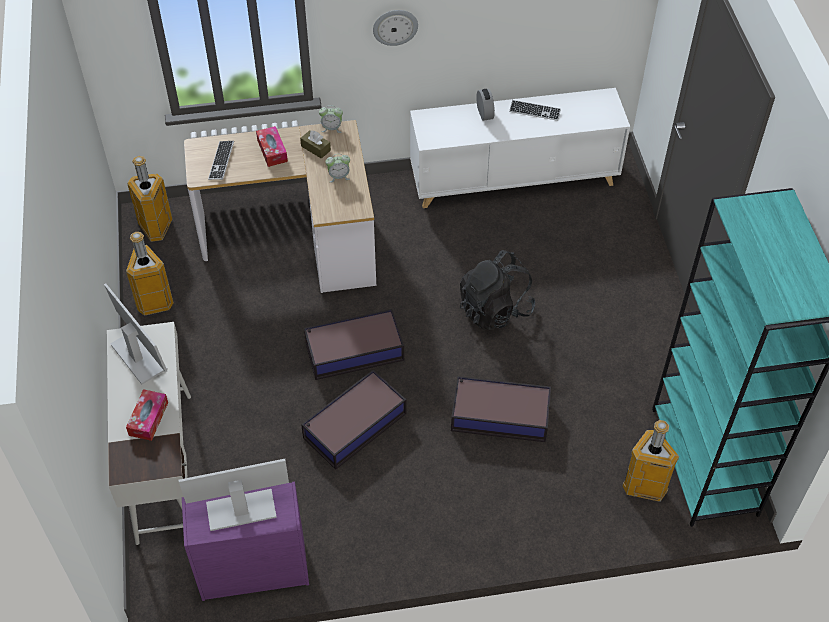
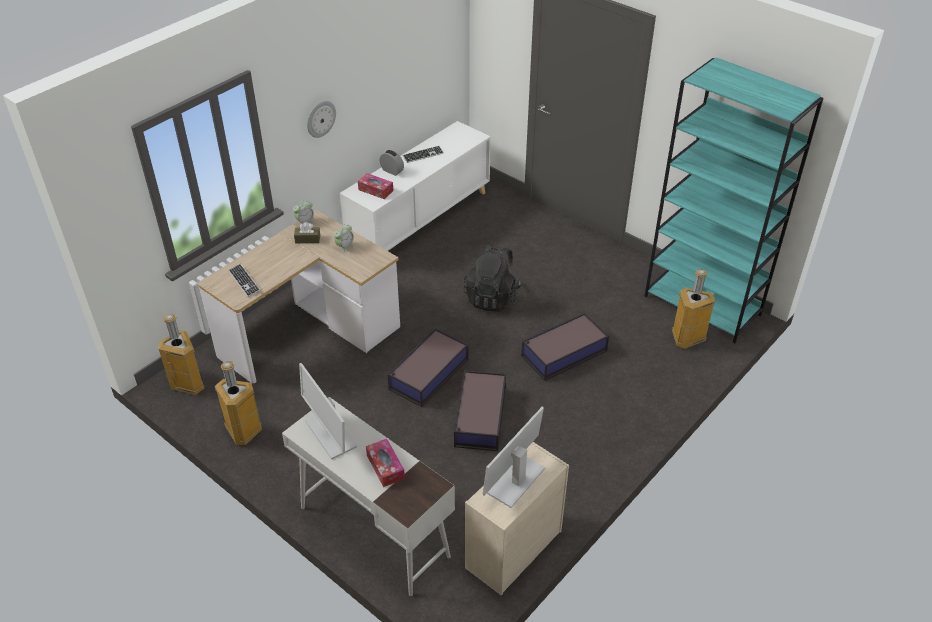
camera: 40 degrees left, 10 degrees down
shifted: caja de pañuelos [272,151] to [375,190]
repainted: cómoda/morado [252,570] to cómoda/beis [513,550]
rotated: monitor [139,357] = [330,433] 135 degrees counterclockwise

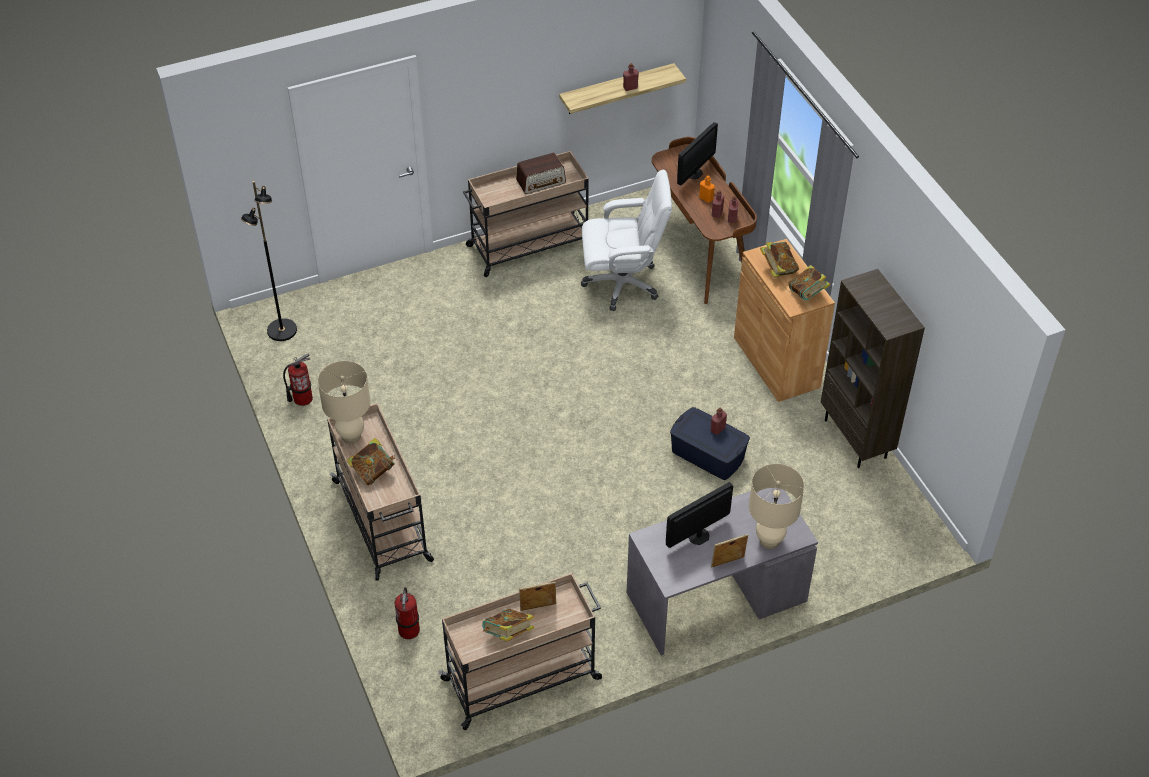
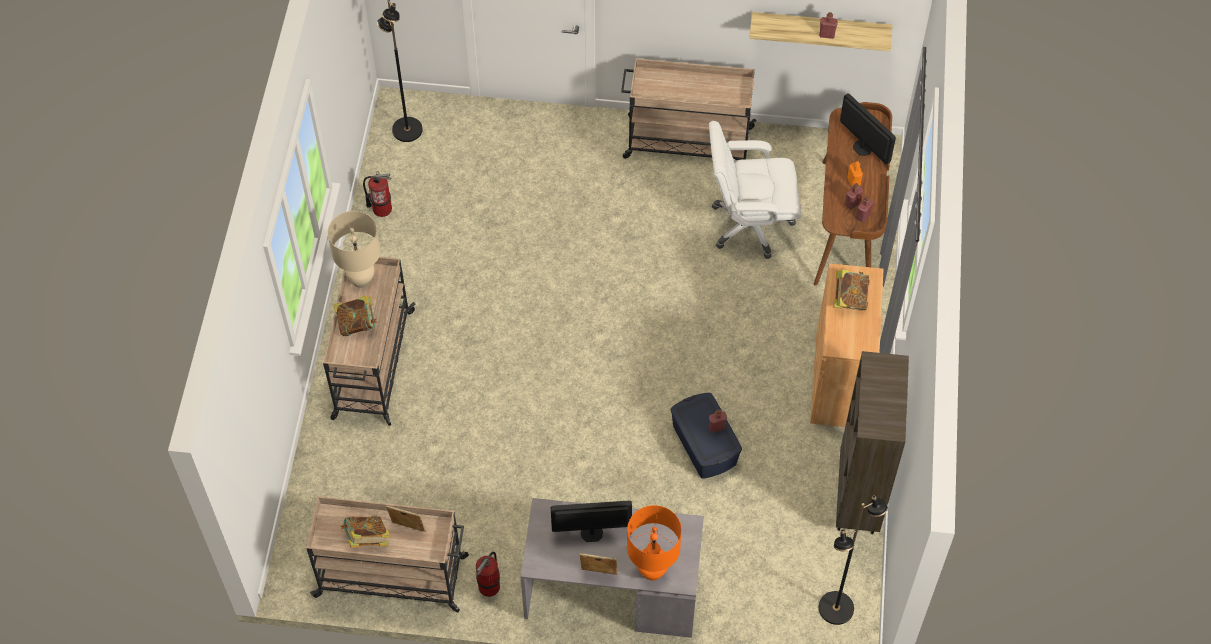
camera: 30 degrees right, 10 degrees up
gone: radio [541,181]; libro [807,294]
new: lámpara de pie/negro [836,609]
shifted: extintor [409,630] to [489,586]
repainted: lámpara de mesa/beis [769,540] to lámpara de mesa/naranja [652,570]
rotated: monitor [694,173] = [862,148] 105 degrees counterclockwise; silla de oficina/blanco [623,283] = [749,225] 150 degrees clockwise

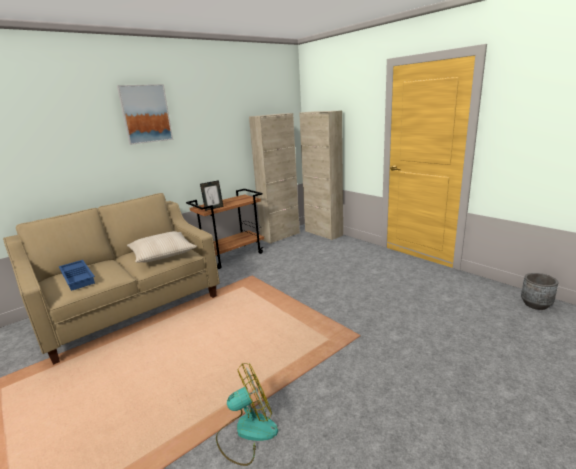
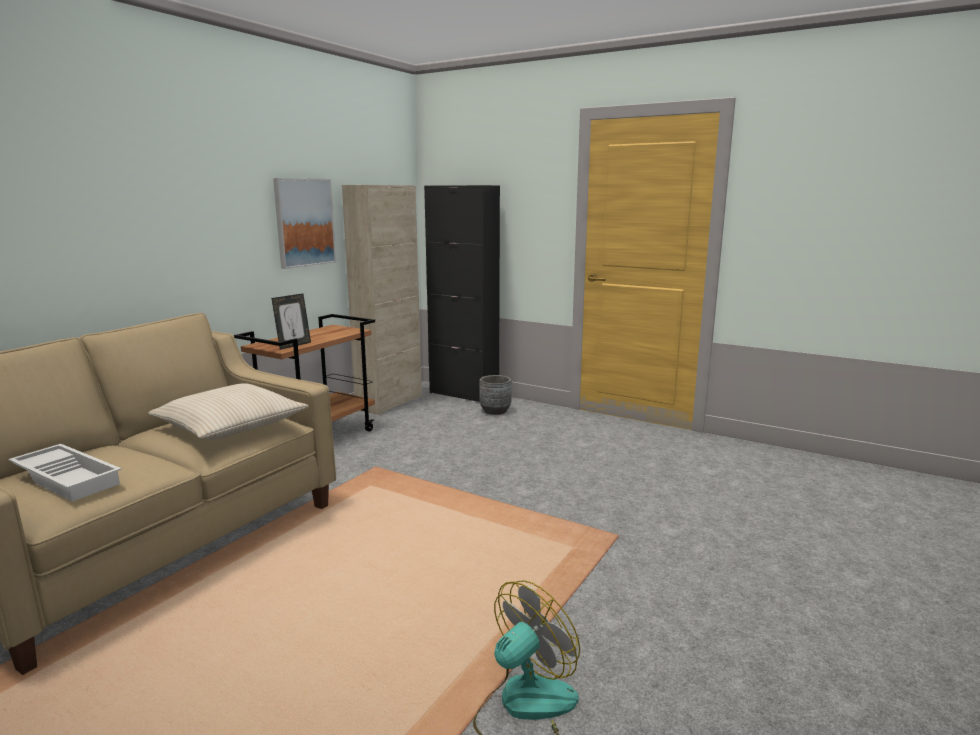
camera: 20 degrees left, 5 degrees down
shifted: cuadro [145,114] to [304,222]; maceta/gris [536,304] to [495,411]
repainted: armario/beis [323,233] to armario/negro [464,394]; bandeja/azul [79,277] to bandeja/blanco [69,478]

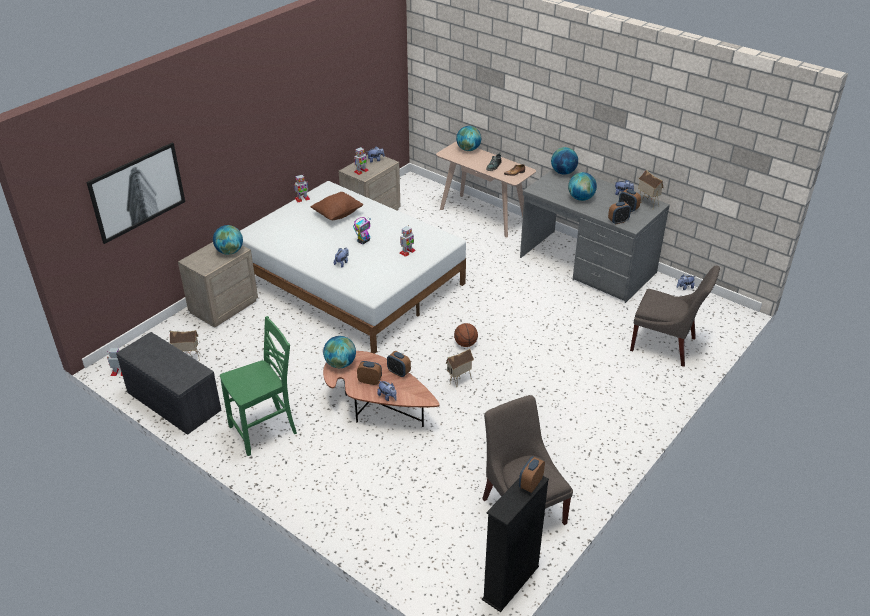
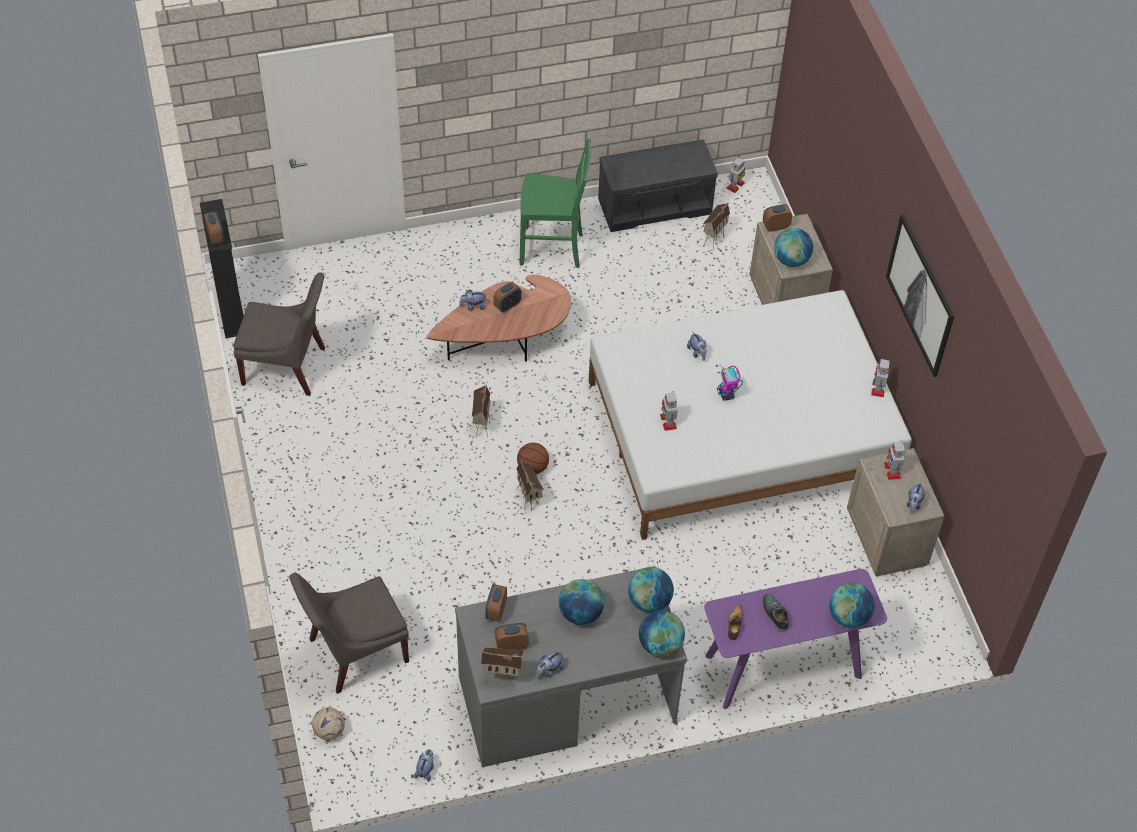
camera: 125 degrees right, 15 degrees up
gone: cojín/marrón [338,214]
new: casita [529,499]; balón de fútbol [329,731]
shifted: cuadro [137,192] to [920,295]; globo terráqueo [340,364] to [649,601]; despertador [399,372] to [775,226]
repainted: mesa consola/beis [483,215] to mesa consola/morado [783,667]
rotated: silla/verde [265,430] = [553,249] 90 degrees counterclockwise

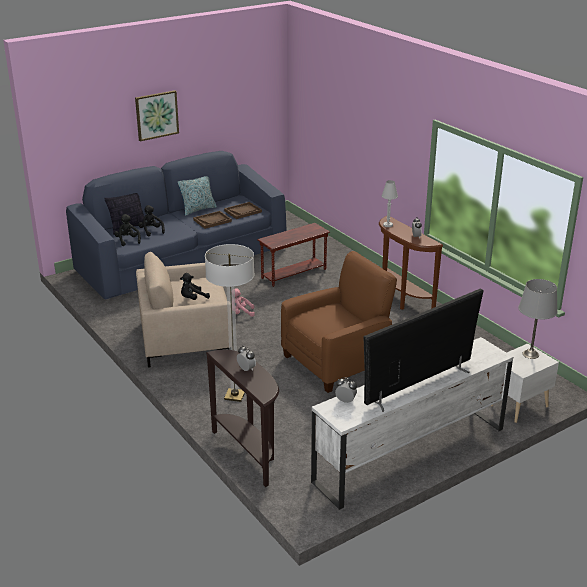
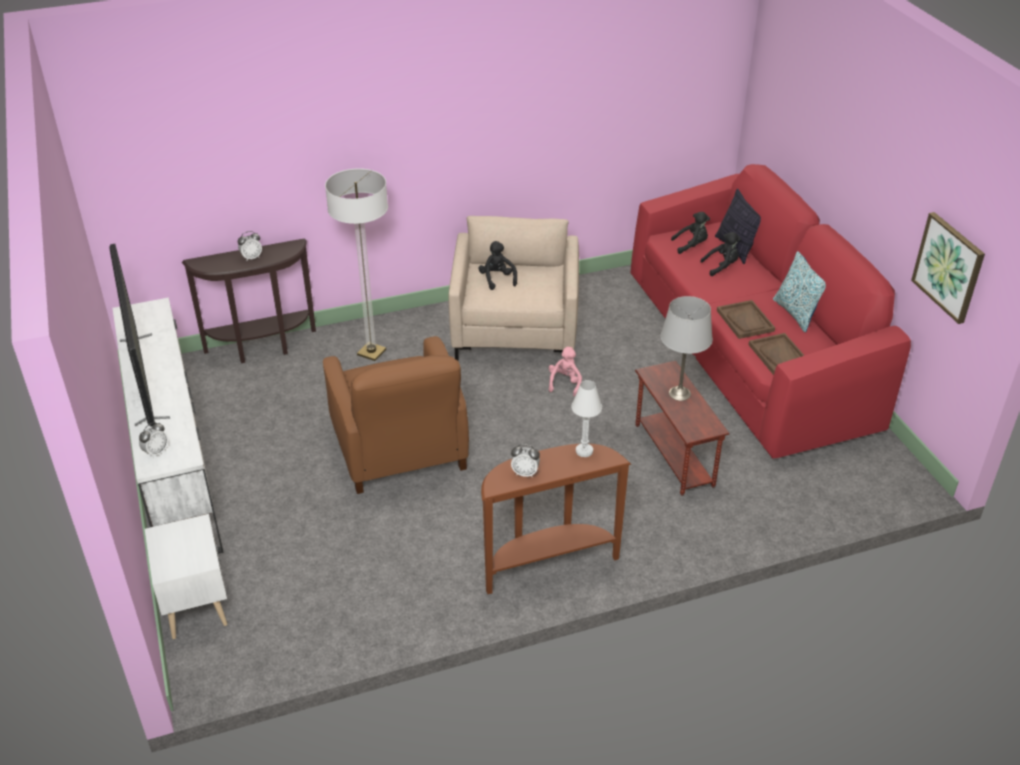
camera: 105 degrees right, 10 degrees up
shifted: cuadro [156,115] to [949,267]; lámpara de mesa/gris [531,354] to [679,394]; despertador [345,401] to [156,452]
repainted: sofá/azul [182,259] to sofá/rojo [748,349]

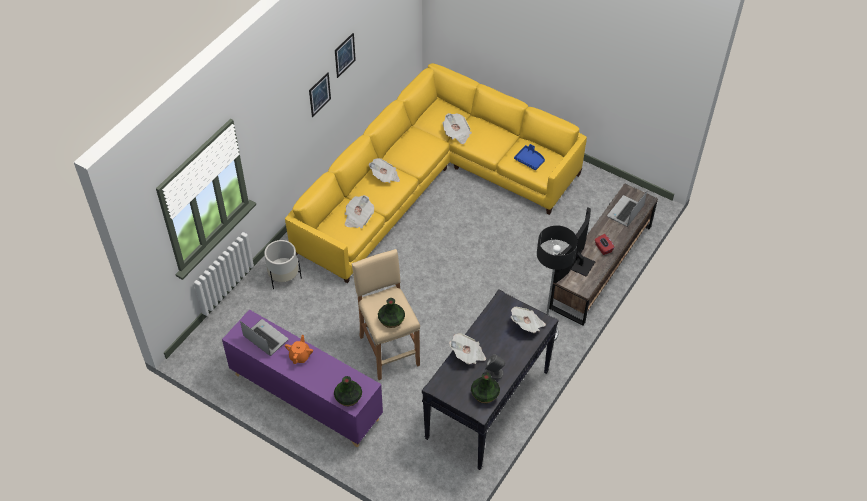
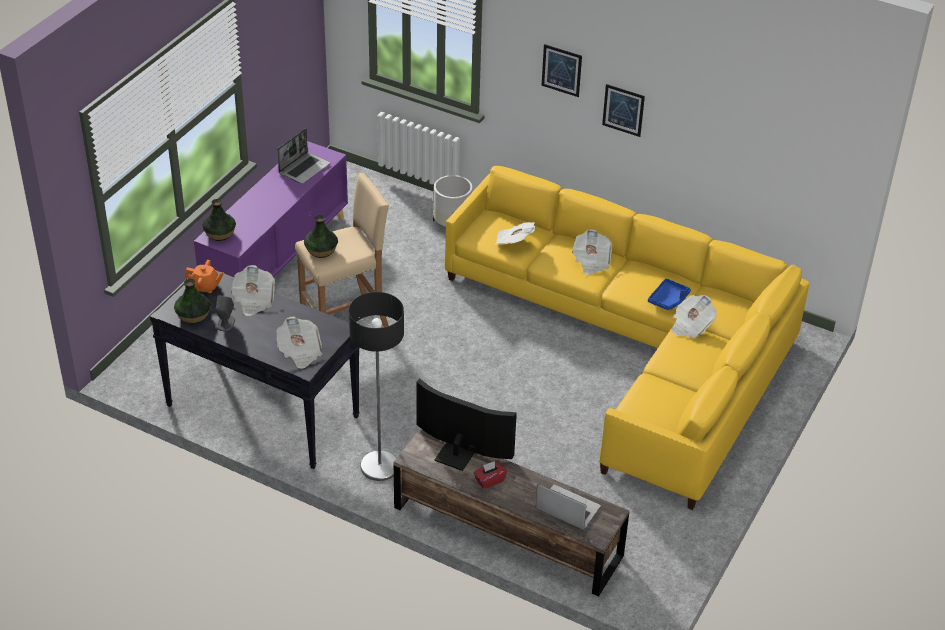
camera: 85 degrees right, 10 degrees down
shifted: cuadro [344,55] to [561,70]; bandeja/azul [529,160] to [668,299]; tetera/naranja [300,356] to [205,287]

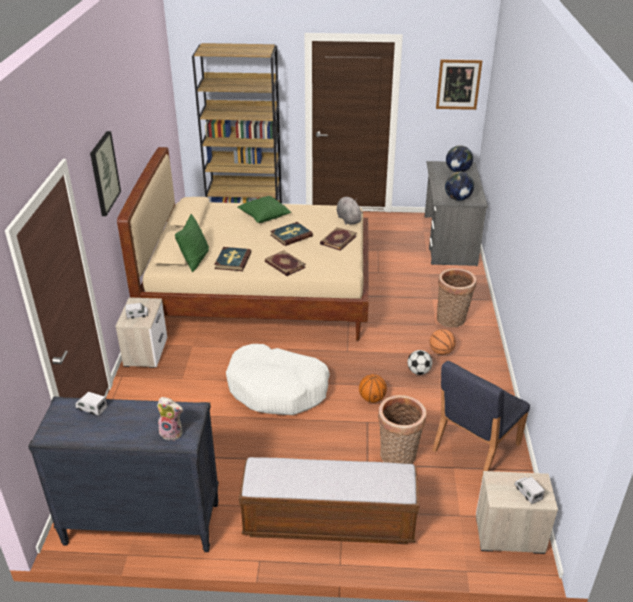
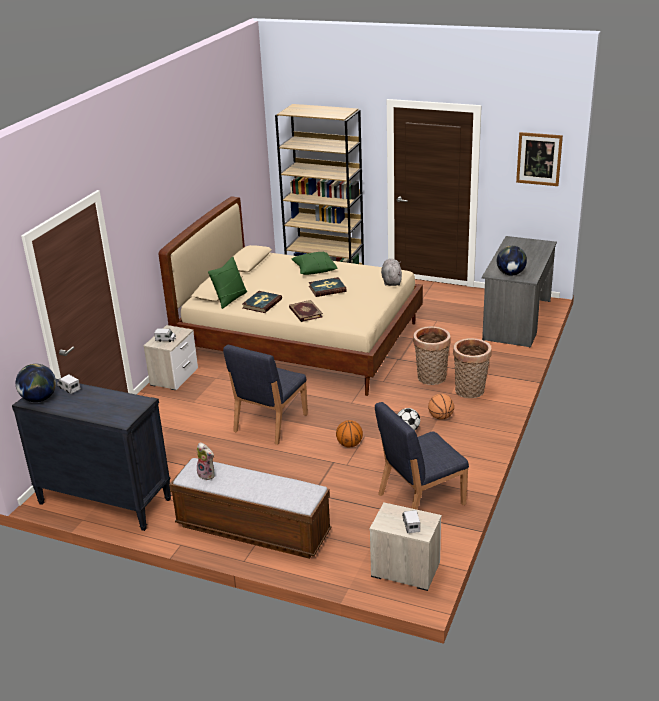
camera: 20 degrees right, 5 degrees down
gone: cuadro [104,173]; libro [337,240]
shifted: globo terráqueo [458,171] to [39,399]; cesta [398,457] to [431,379]; peluche [172,432] to [207,474]
swapped: cama para perro/blanco [277,389] to silla/azul [270,423]

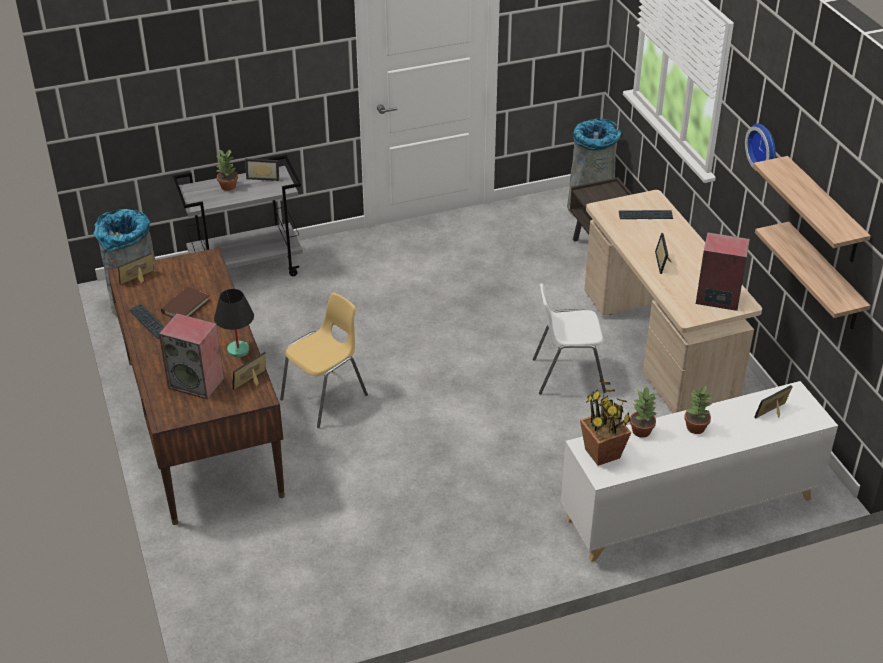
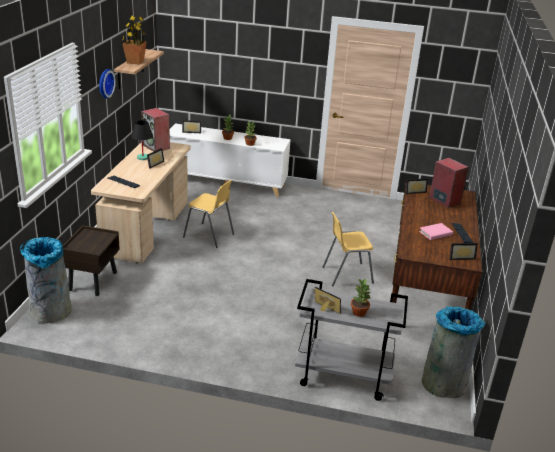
camera: 150 degrees left, 10 degrees down
gone: estante [824,278]
shifted: lámpara de mesa/negro [237,350] to [143,157]; planta en maceta [603,453] to [135,62]
repainted: silla/blanco [567,375] to silla/amarillo [209,235]; libro/marrón [185,306] to libro/rosa [435,233]

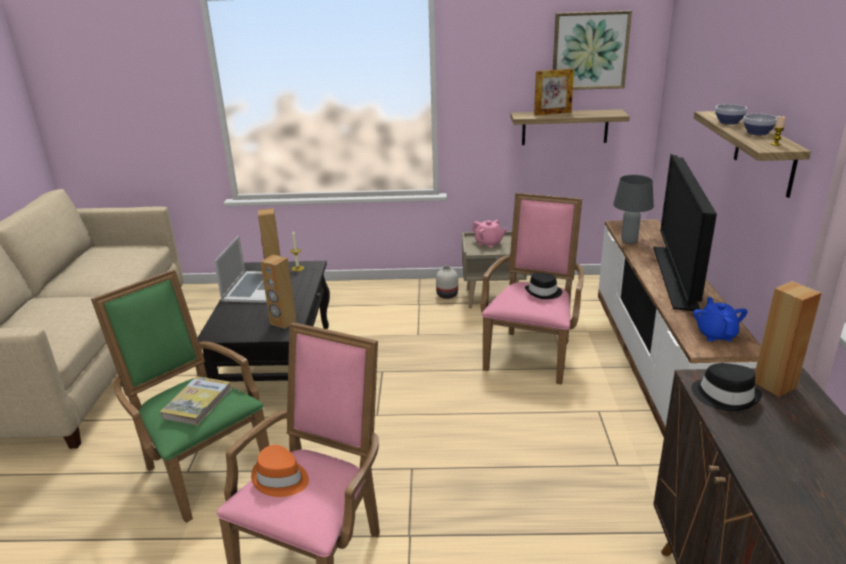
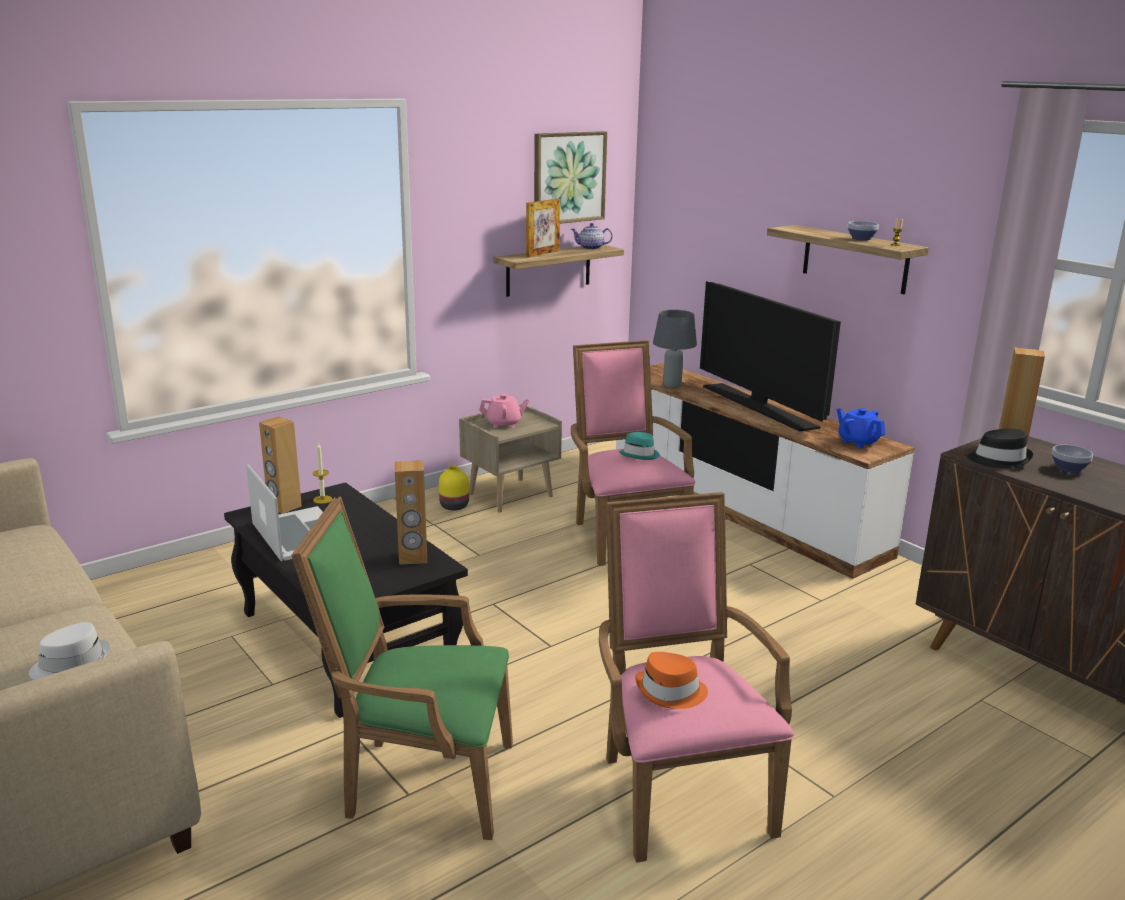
camera: 40 degrees left, 5 degrees down
gone: libro [197,403]
new: tetera [590,248]; sombrero/blanco [72,665]
shifted: cuenco [728,122] to [1069,469]
repainted: florero/blanco [447,295] to florero/amarillo [455,506]; sombrero/negro [543,293] to sombrero/turquesa [640,455]

